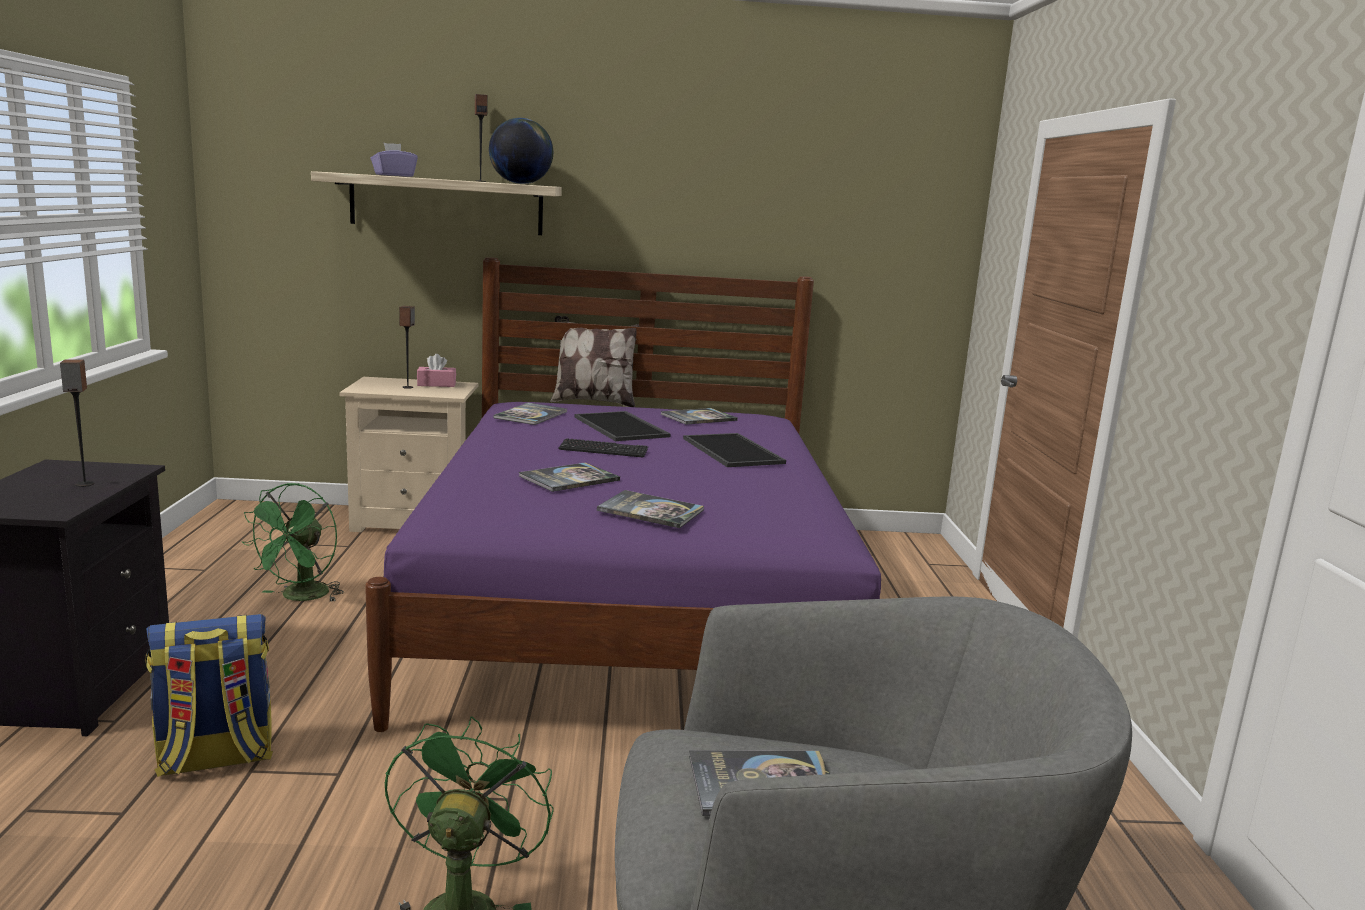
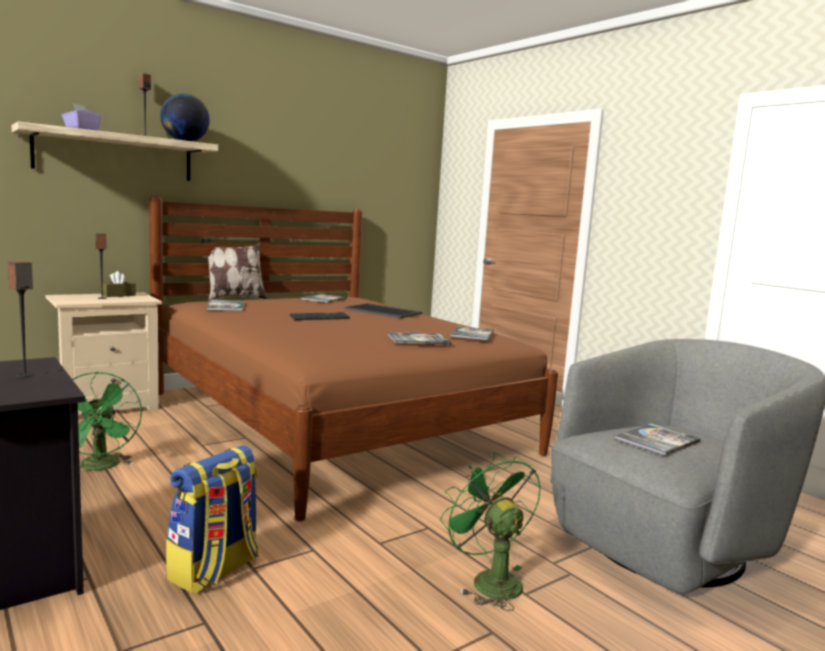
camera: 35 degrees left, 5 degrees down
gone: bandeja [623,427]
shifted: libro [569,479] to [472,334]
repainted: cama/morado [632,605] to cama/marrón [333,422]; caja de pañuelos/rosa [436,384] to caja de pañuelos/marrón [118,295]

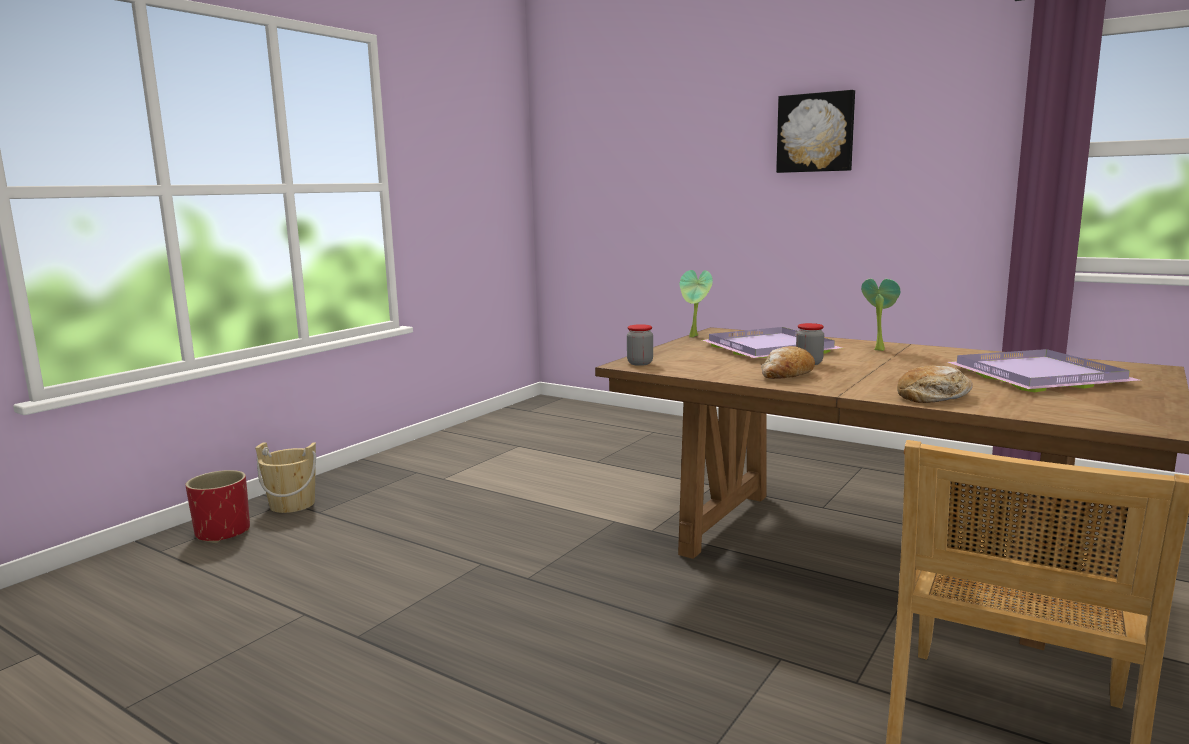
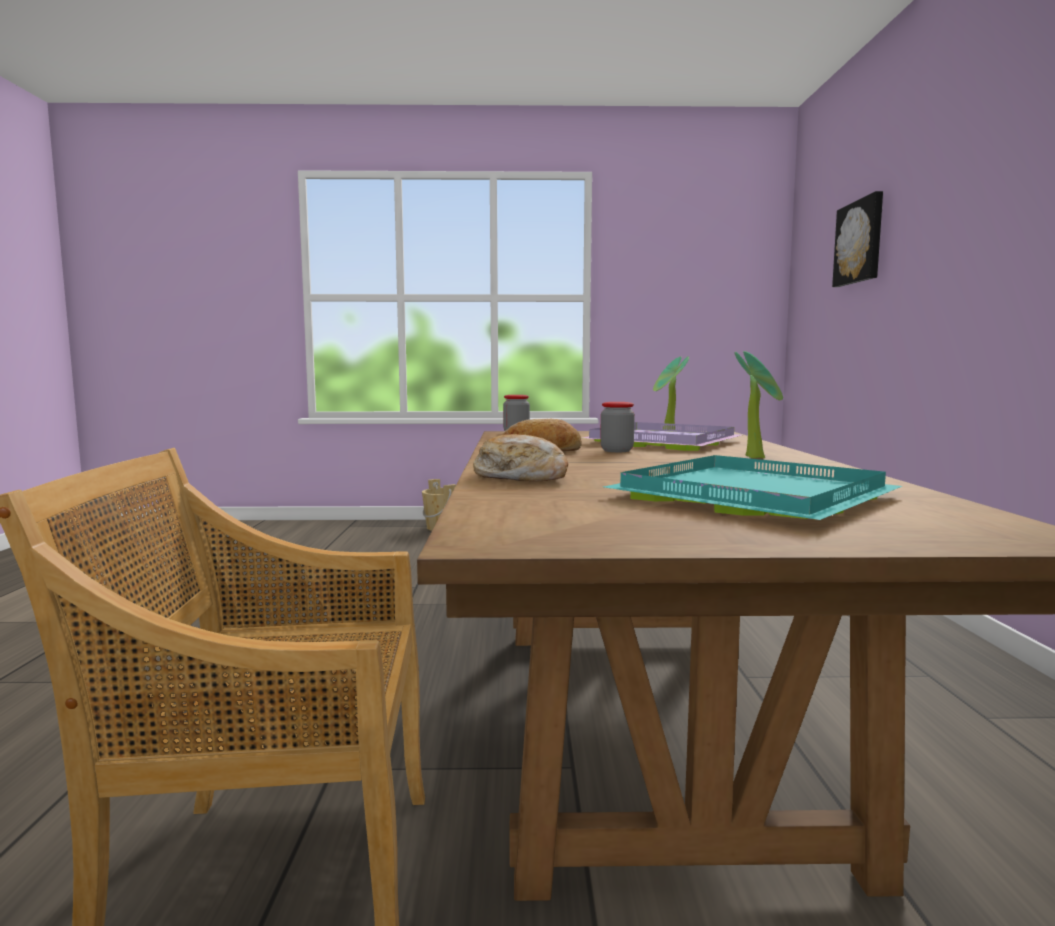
camera: 55 degrees right, 5 degrees down
gone: maceta/rojo [223,532]
shifted: cuadro [815,133] to [860,242]
repainted: bandeja/morado [1037,375] to bandeja/turquesa [758,496]

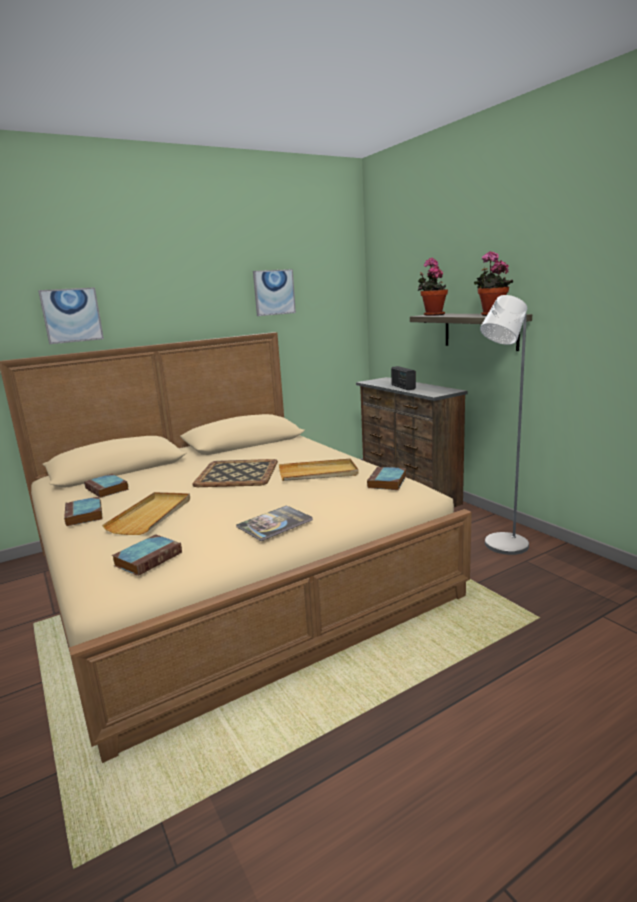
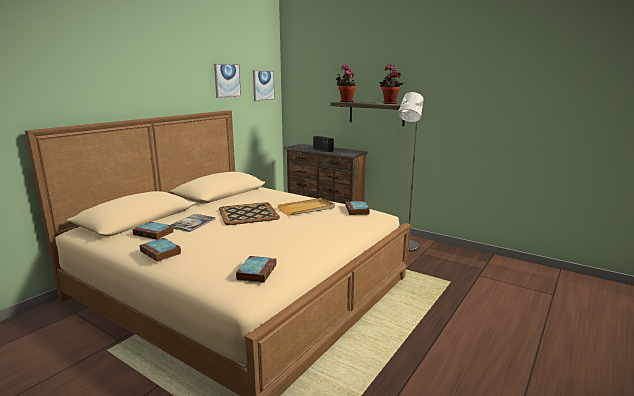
camera: 25 degrees left, 0 degrees up
gone: bandeja/beis [151,515]
shifted: cuadro [71,315] to [263,85]; libro [275,524] to [192,223]

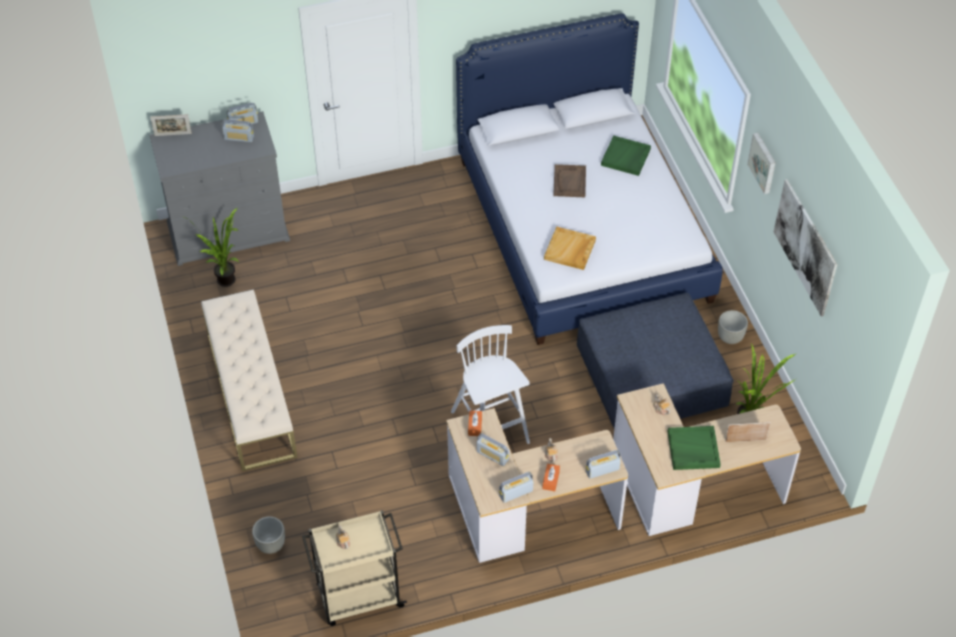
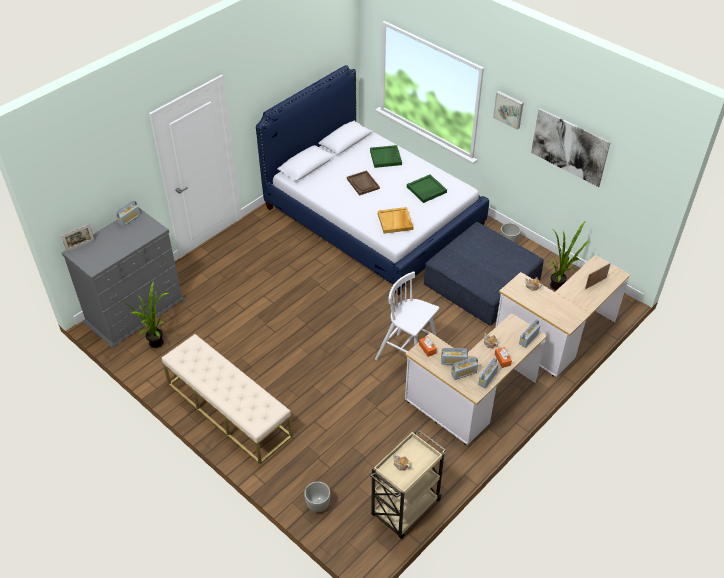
camera: 30 degrees left, 5 degrees down
shifted: radio [239,138] to [464,373]; bandeja/verde [693,450] to [426,190]

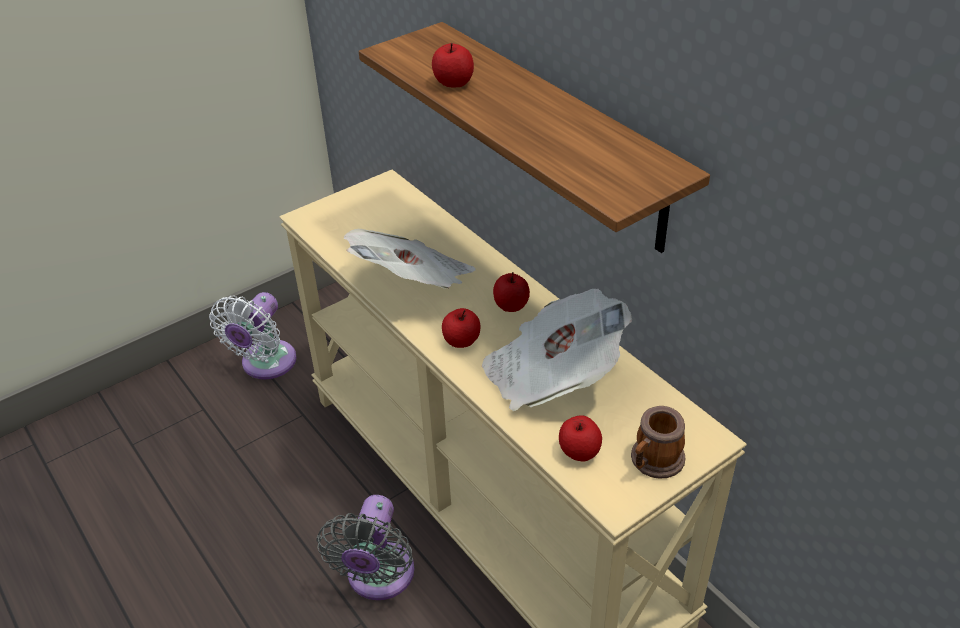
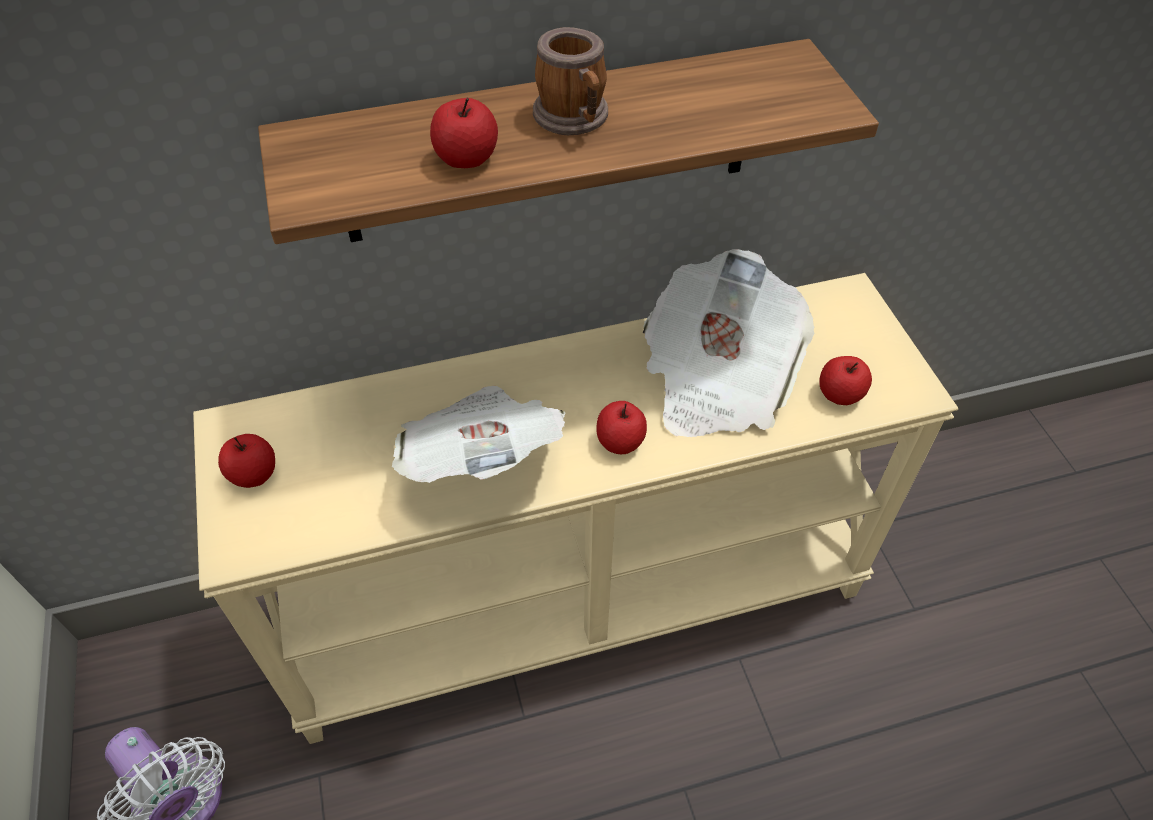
camera: 70 degrees left, 10 degrees up
gone: ventilador/gris [378,578]
shifted: manzana [511,305] to [253,474]; taza grande [654,462] to [574,119]

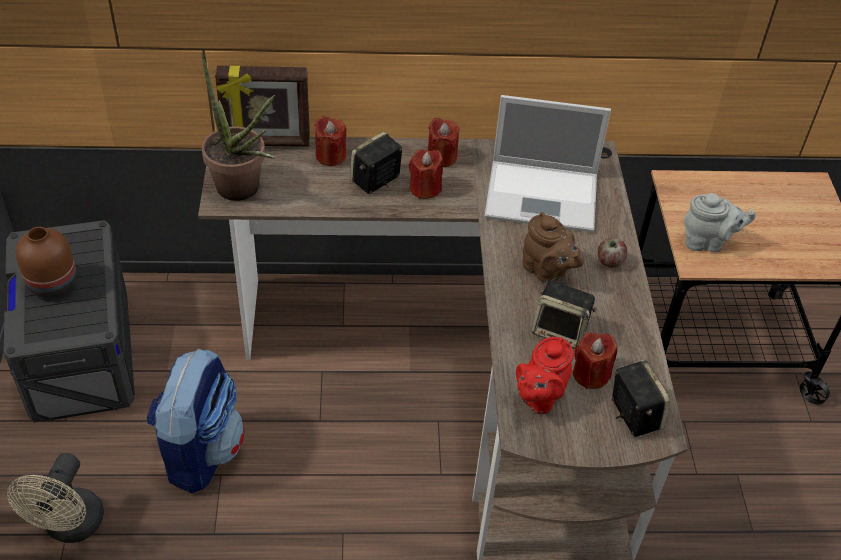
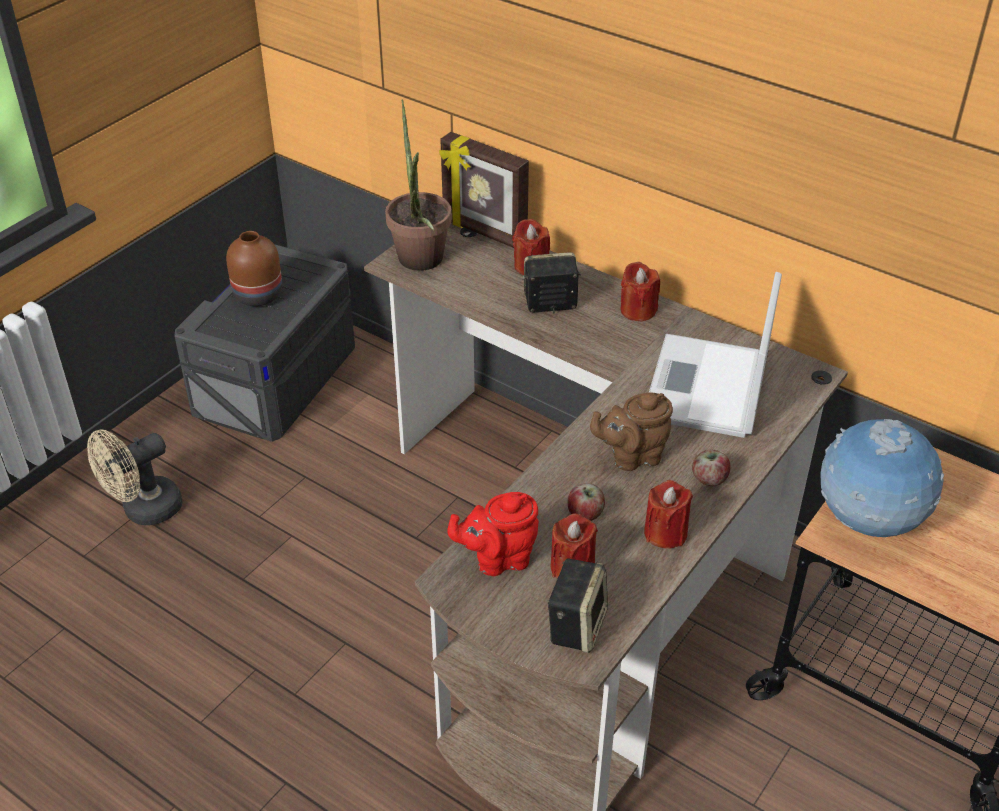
camera: 40 degrees right, 5 degrees down
gone: mochila [200,451]
shifted: vela/rojo [425,188] to [665,533]
swapped: tetera/gris [707,242] to globo terráqueo [868,523]; altavoz [560,331] to manzana [585,514]
rotated: portátil [544,196] = [706,388] 60 degrees clockwise; tetera/marrón [547,271] = [631,456] 75 degrees clockwise

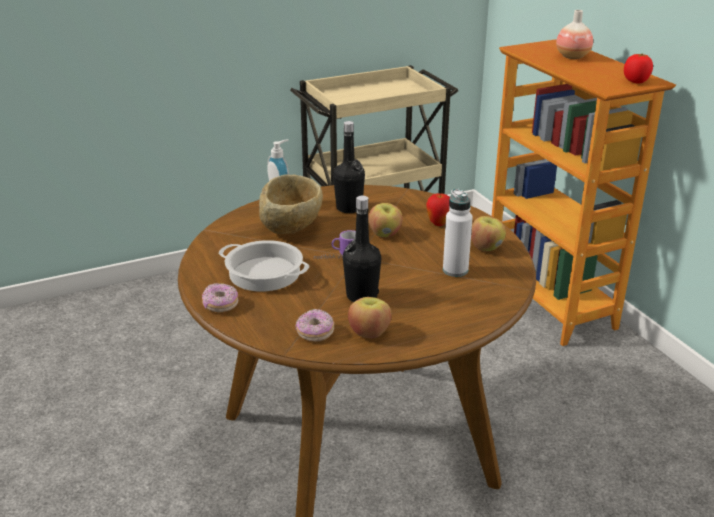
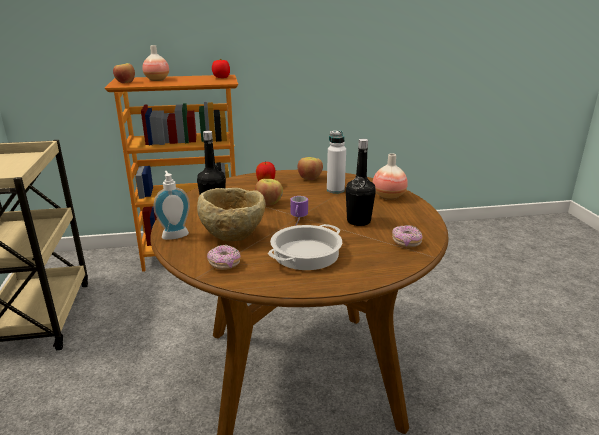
camera: 75 degrees left, 5 degrees down
new: florero [388,196]
shifted: rosquilla [220,305] to [224,264]; manzana [369,332] to [125,82]

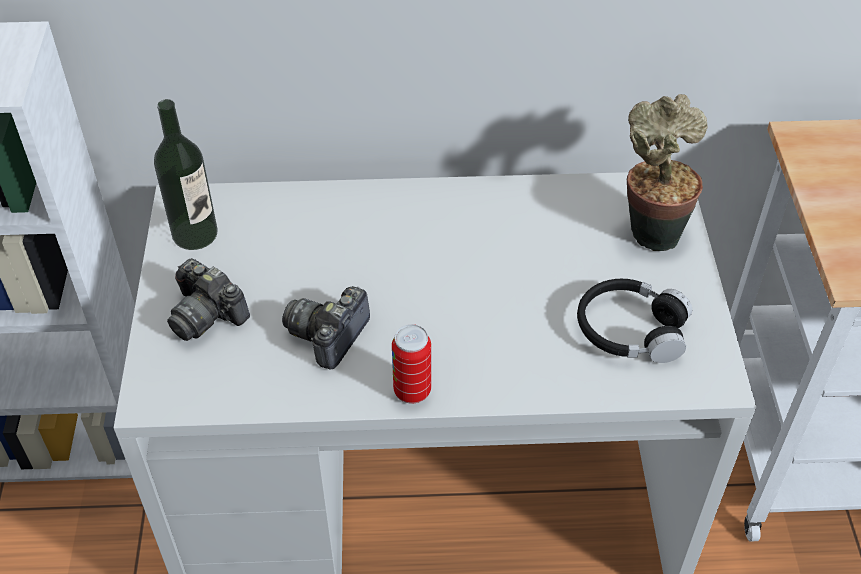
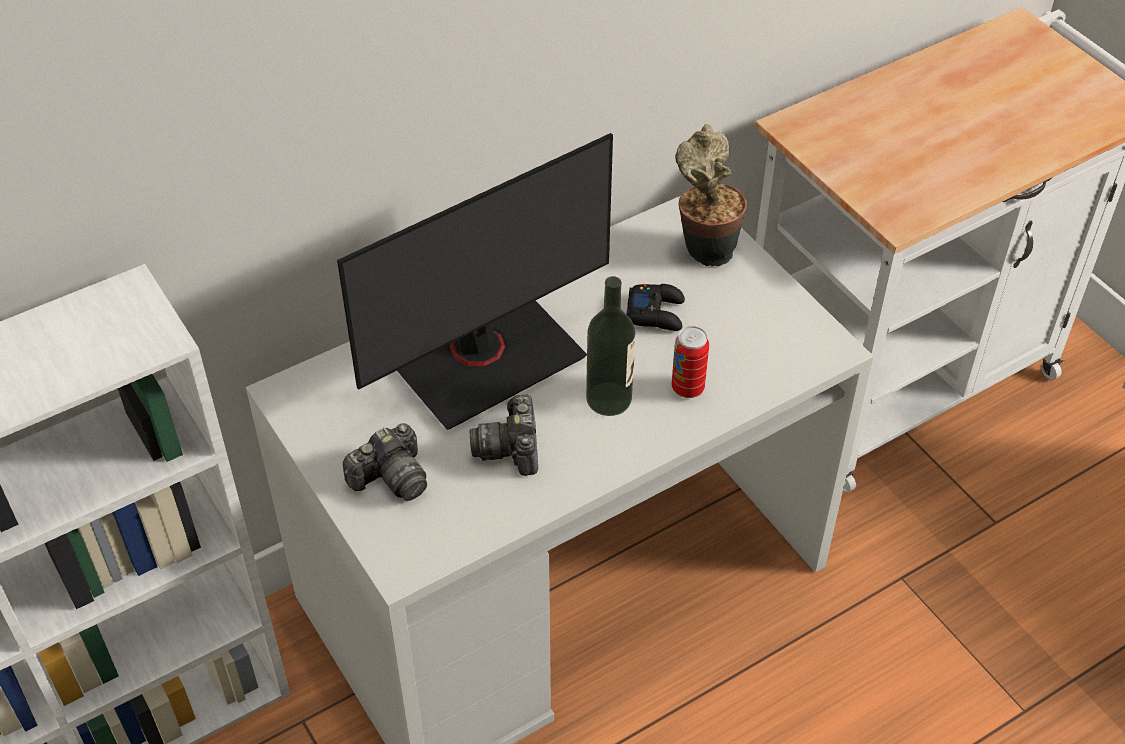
camera: 30 degrees left, 0 degrees up
gone: auriculares/negro [630,330]
new: monitor [485,358]; mando de consola/negro [656,312]
shifted: botella [195,234] to [609,399]; lata [412,391] to [687,388]
rotated: cámara [207,314] = [391,478] 45 degrees counterclockwise

